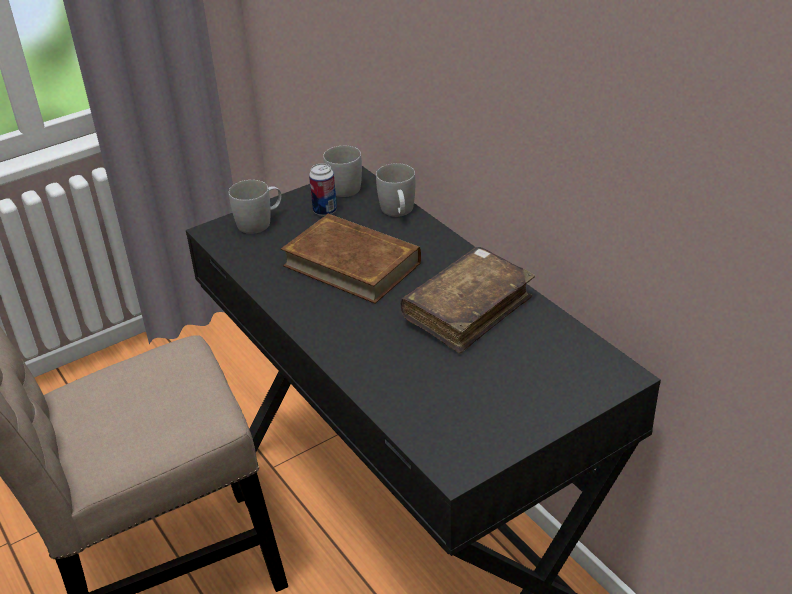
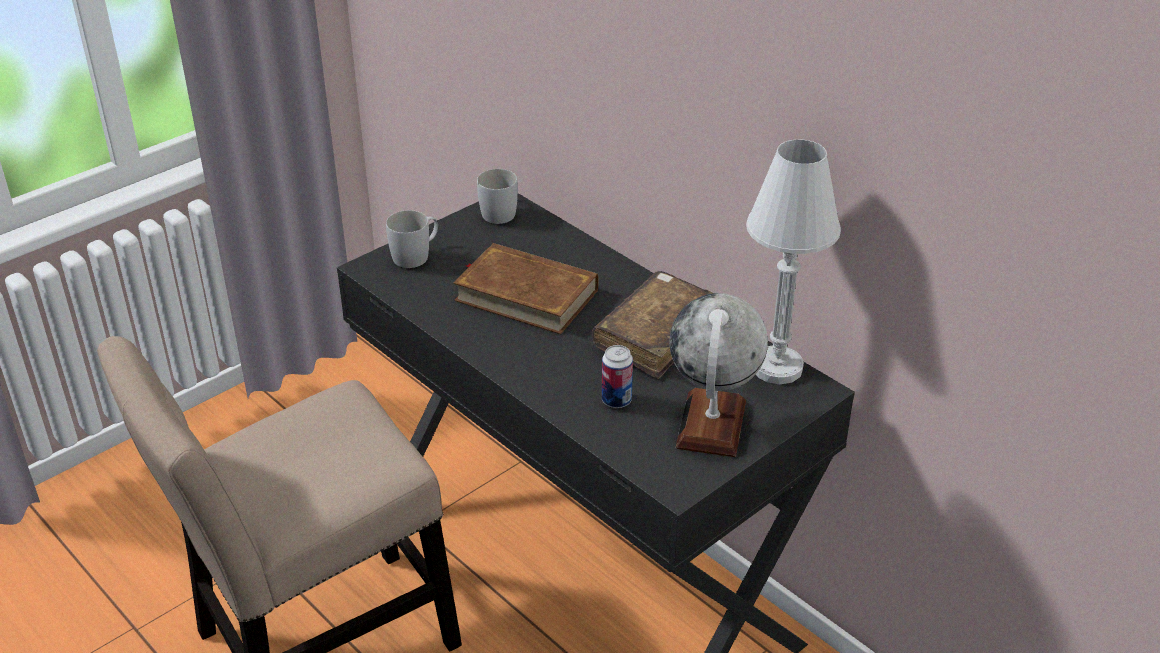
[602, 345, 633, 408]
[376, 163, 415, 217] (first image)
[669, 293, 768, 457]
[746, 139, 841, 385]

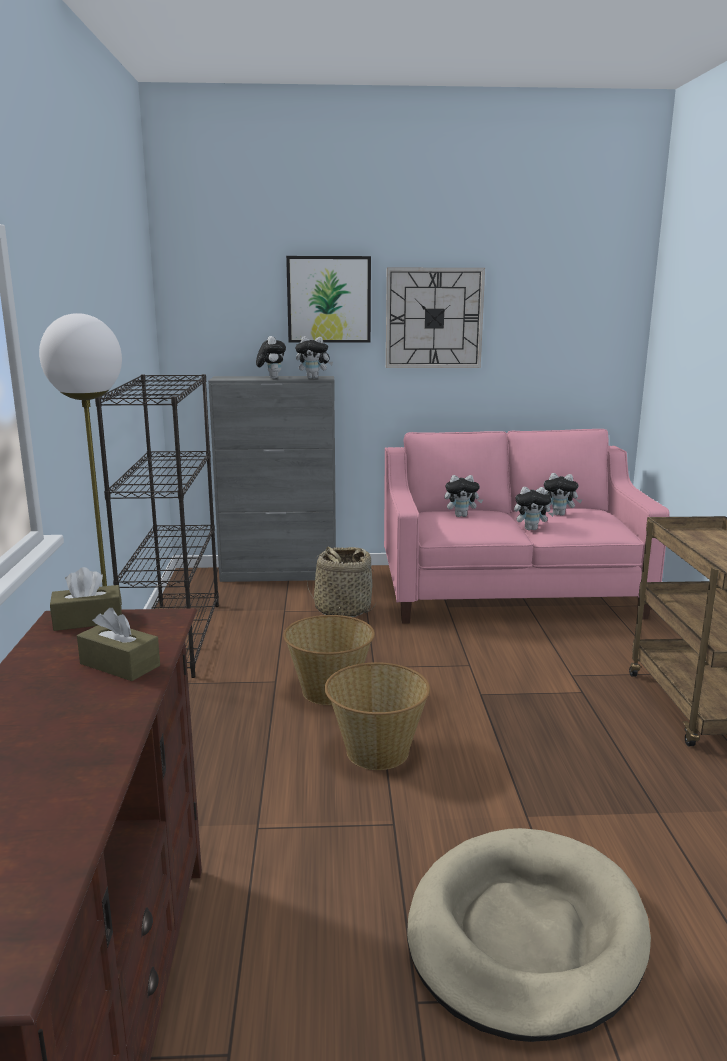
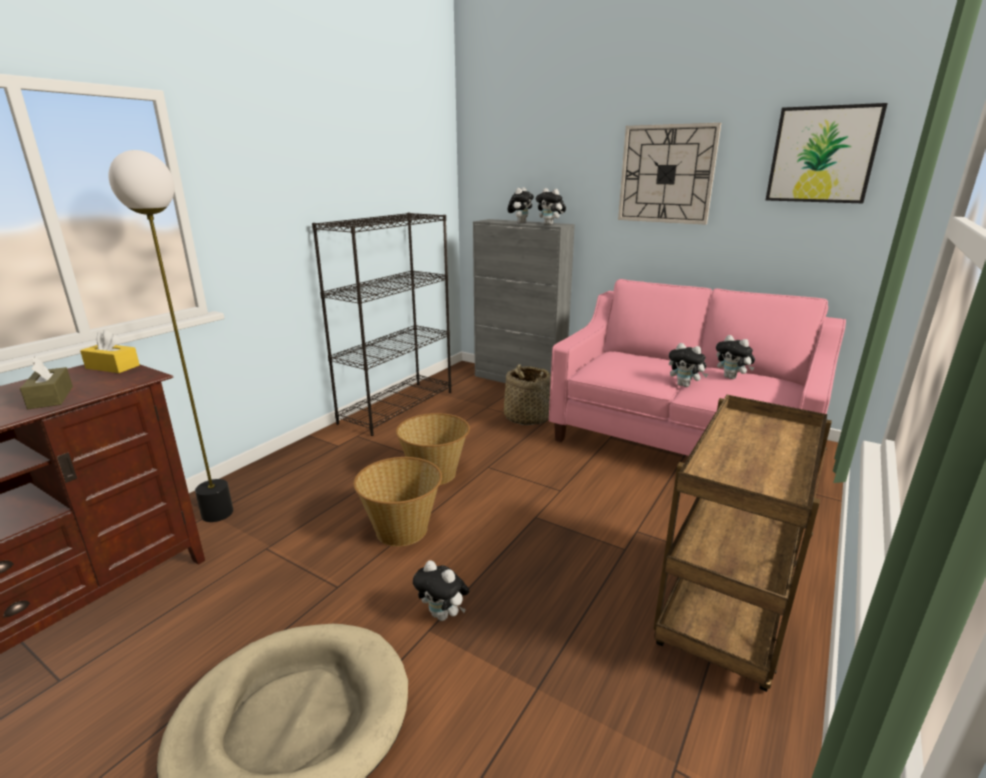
[80, 330, 140, 373]
[766, 103, 888, 203]
[413, 560, 469, 621]

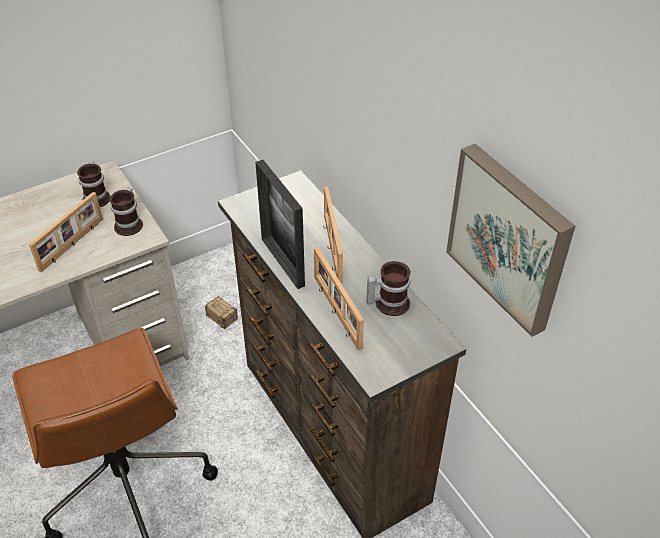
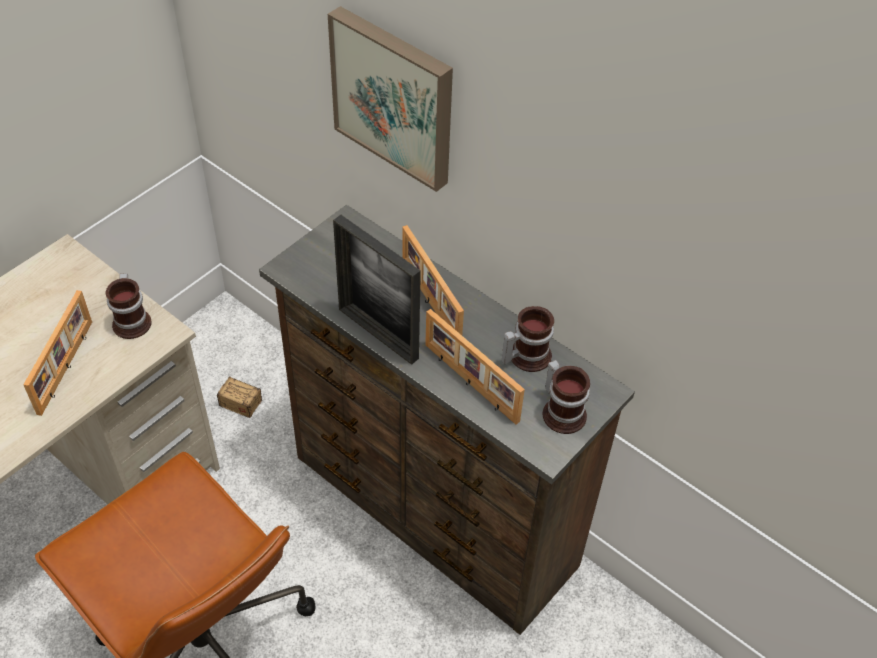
[542, 360, 590, 434]
[328, 6, 453, 192]

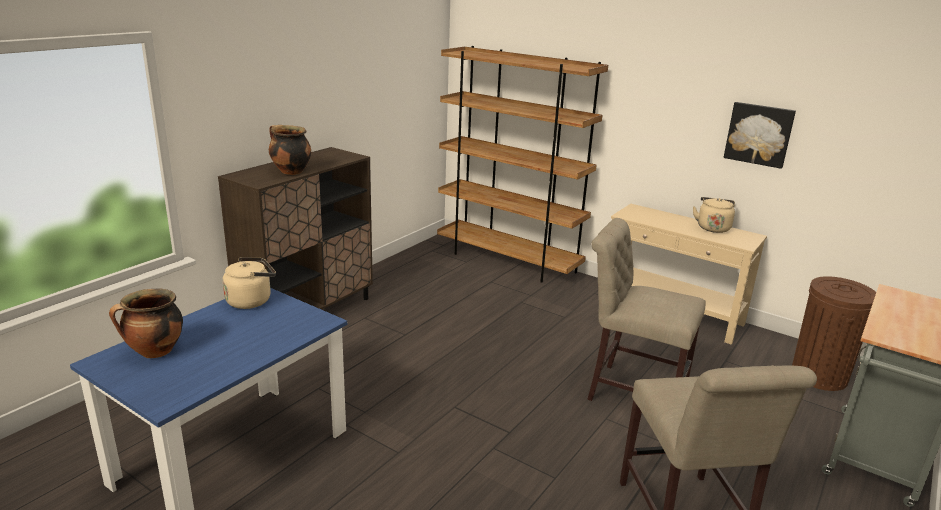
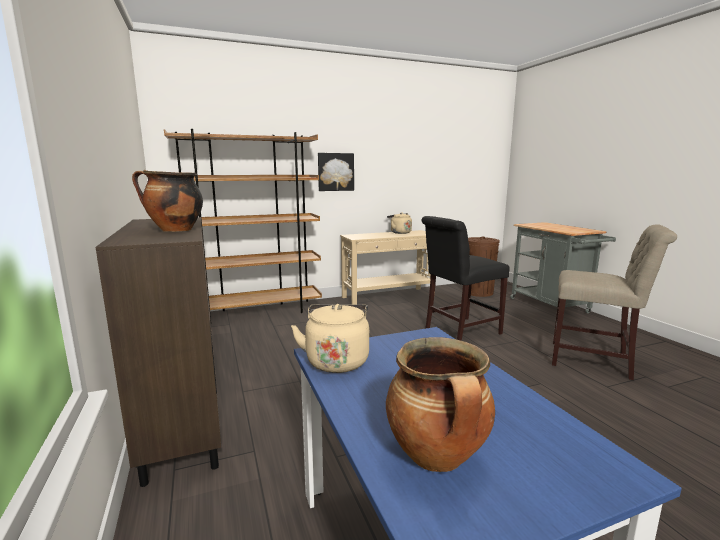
[421, 216, 510, 341]
[318, 153, 354, 191]

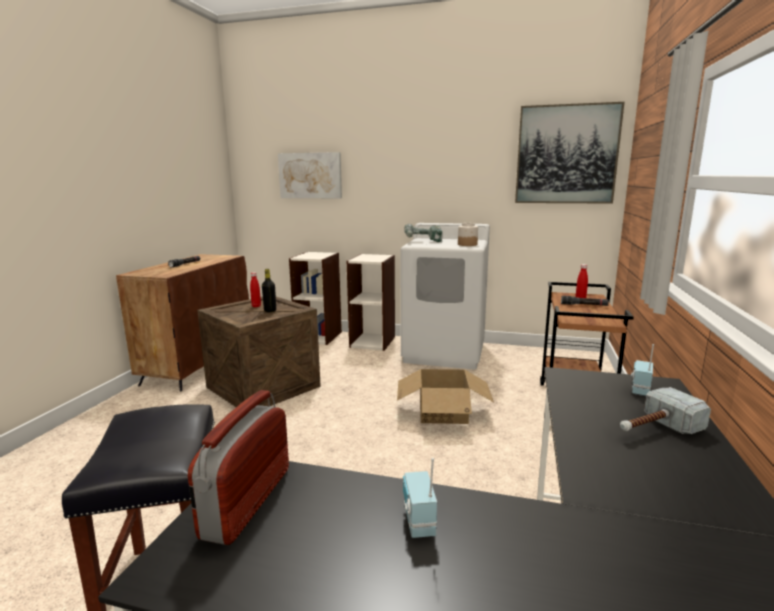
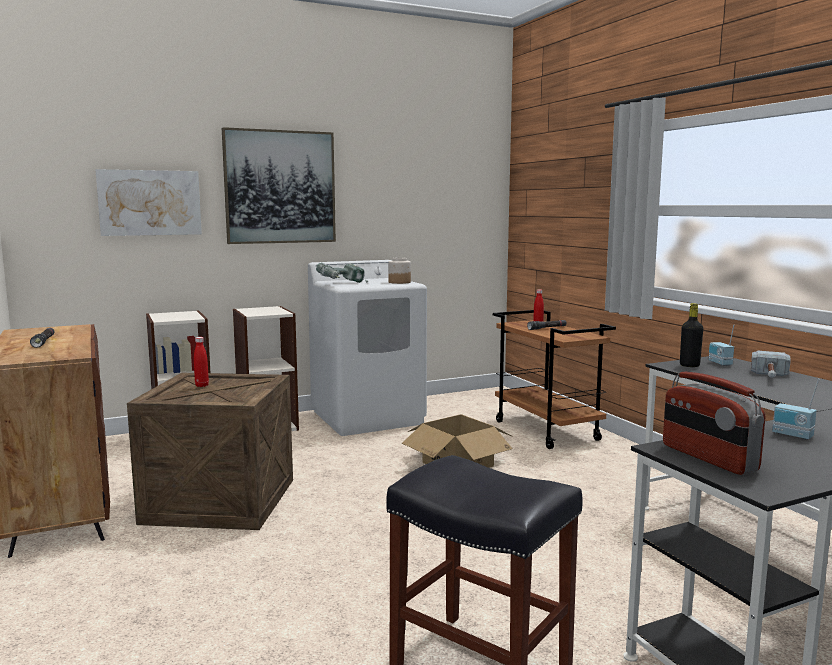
[680, 303, 703, 367]
[222, 127, 336, 244]

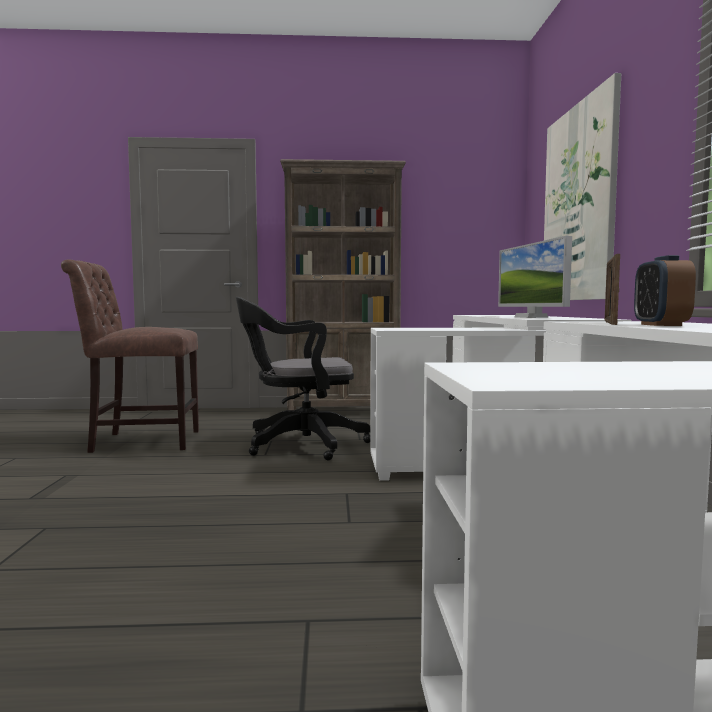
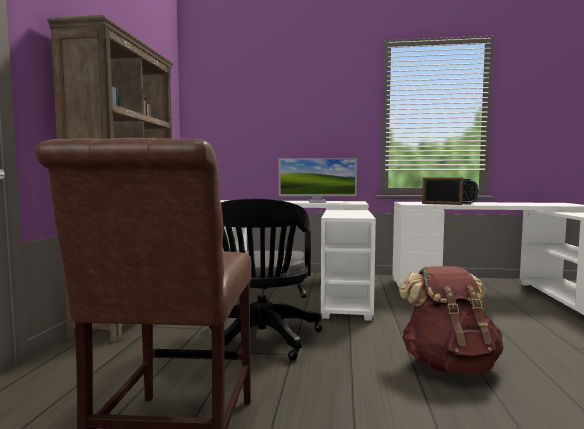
[544, 73, 621, 300] (first image)
[399, 266, 504, 374]

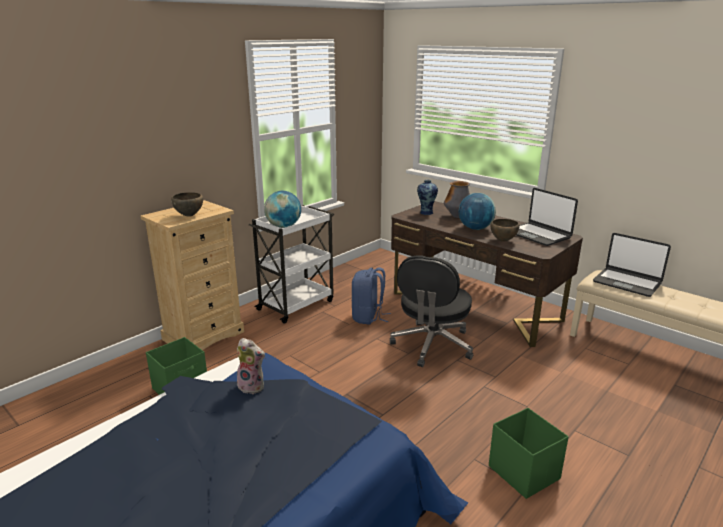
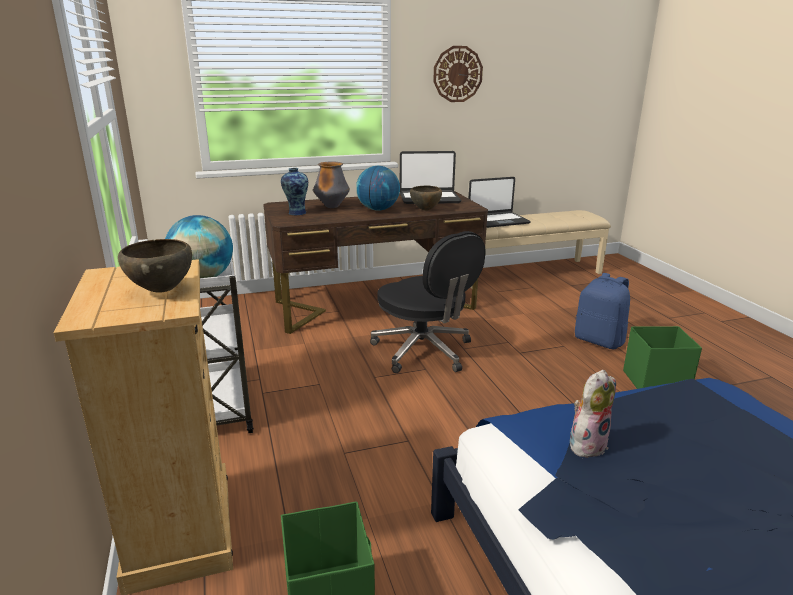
[575, 273, 630, 349]
[433, 46, 483, 102]

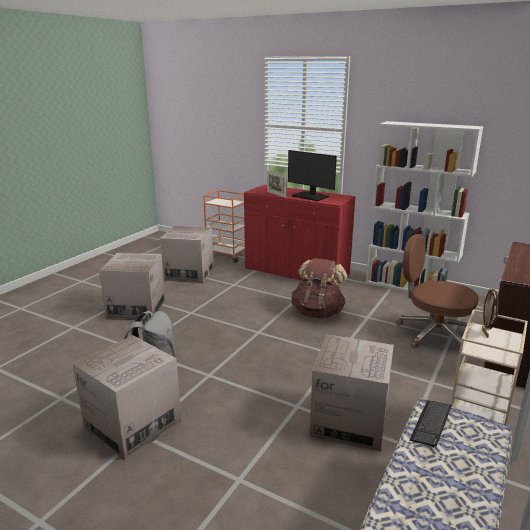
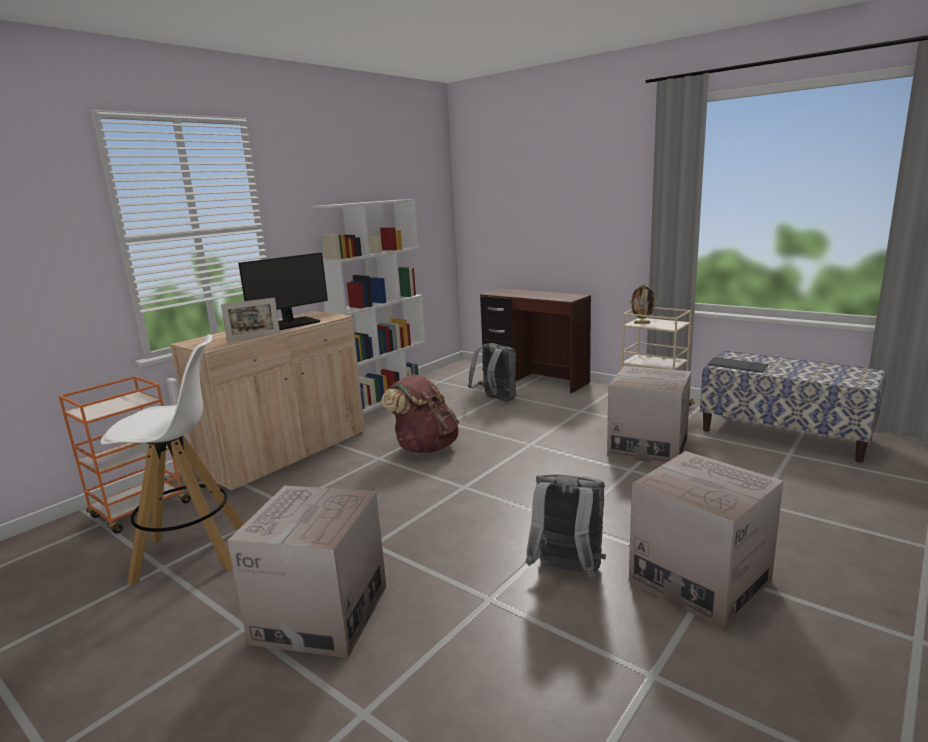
[100, 334, 244, 586]
[170, 311, 365, 493]
[468, 343, 516, 401]

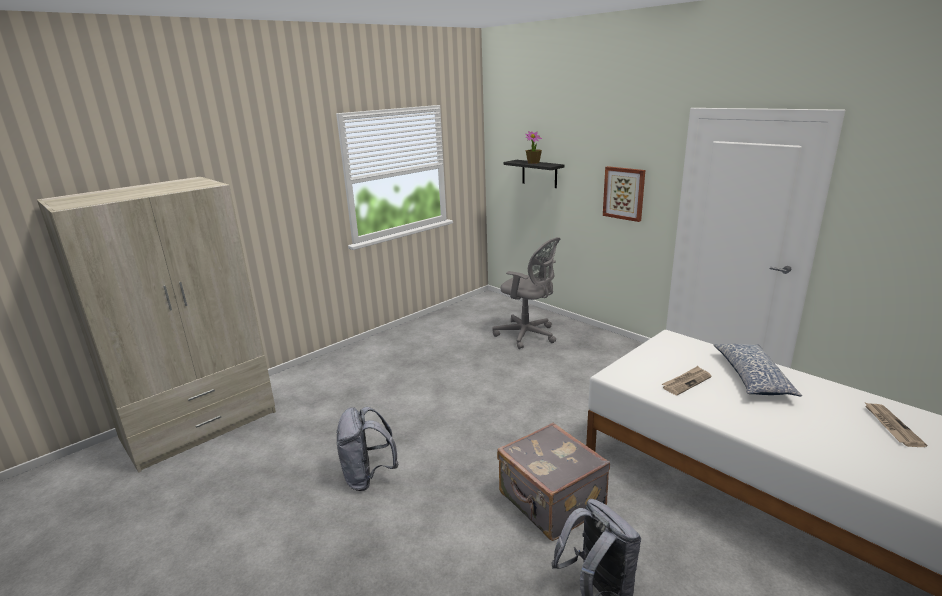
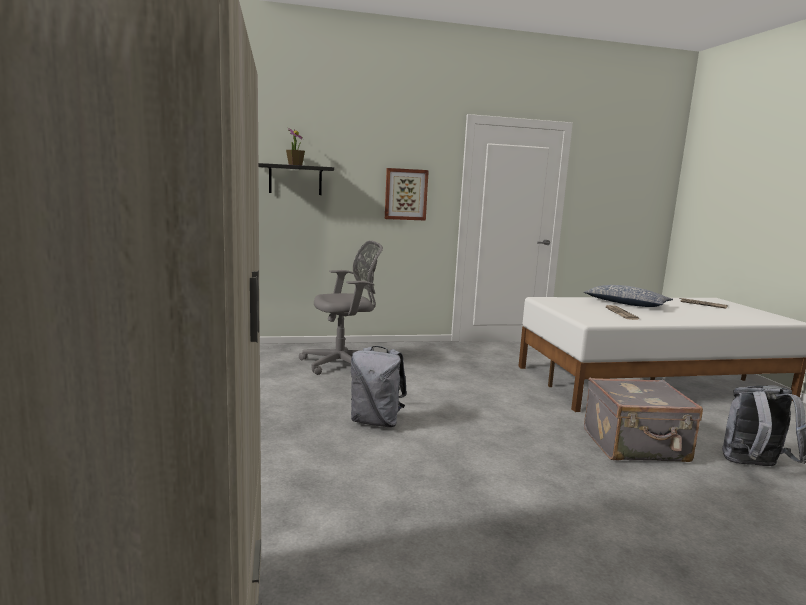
[351, 346, 407, 427]

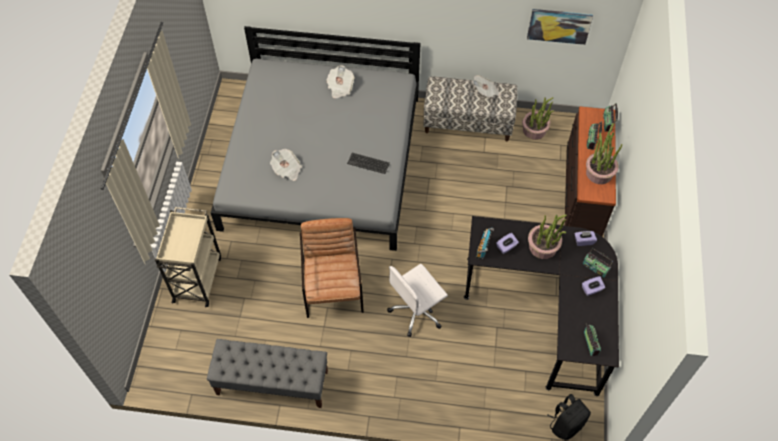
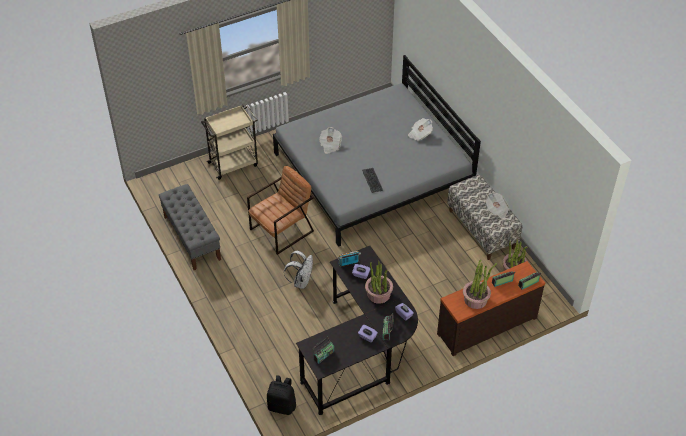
[284, 250, 313, 289]
[527, 9, 593, 45] (first image)

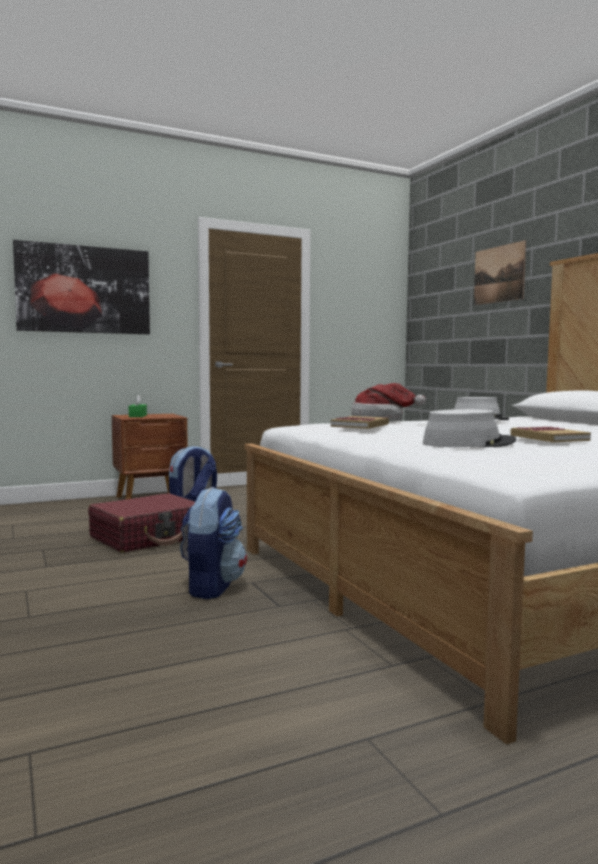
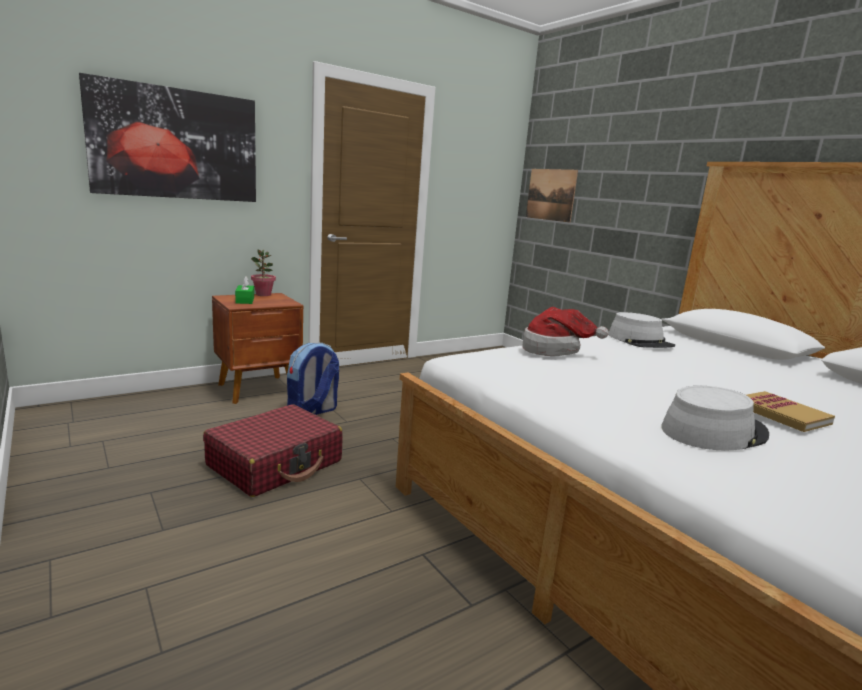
[180, 487, 247, 599] (first image)
[331, 416, 389, 429] (first image)
[526, 169, 578, 222]
[251, 250, 276, 296]

